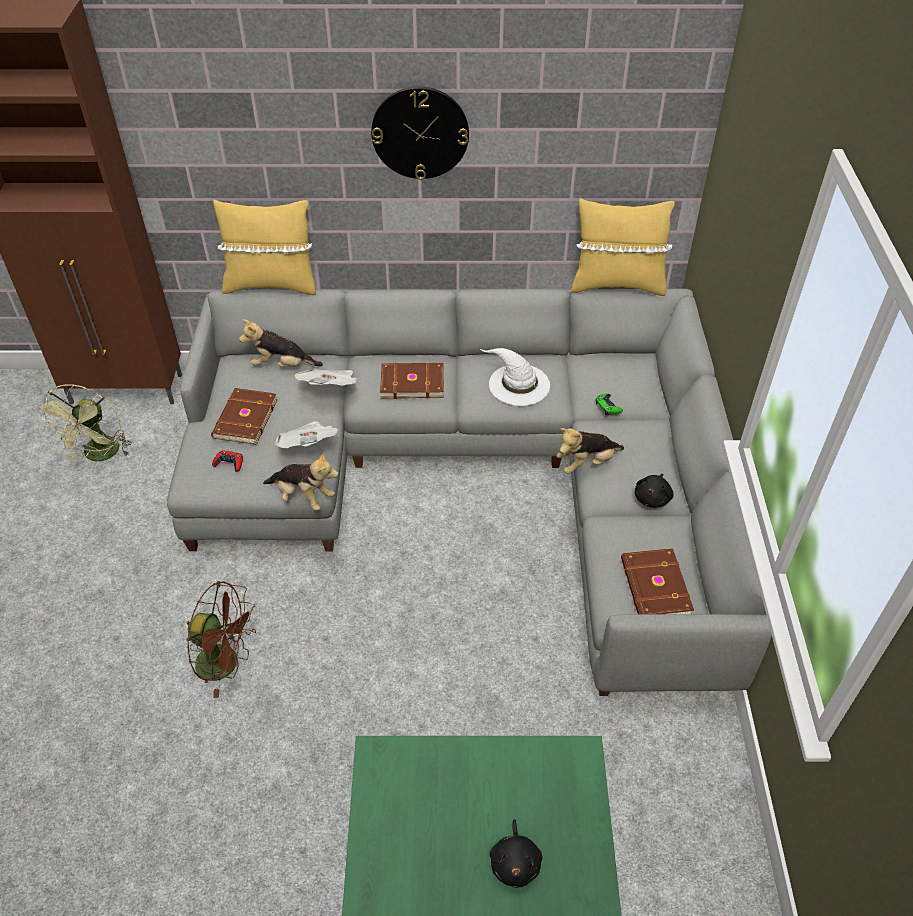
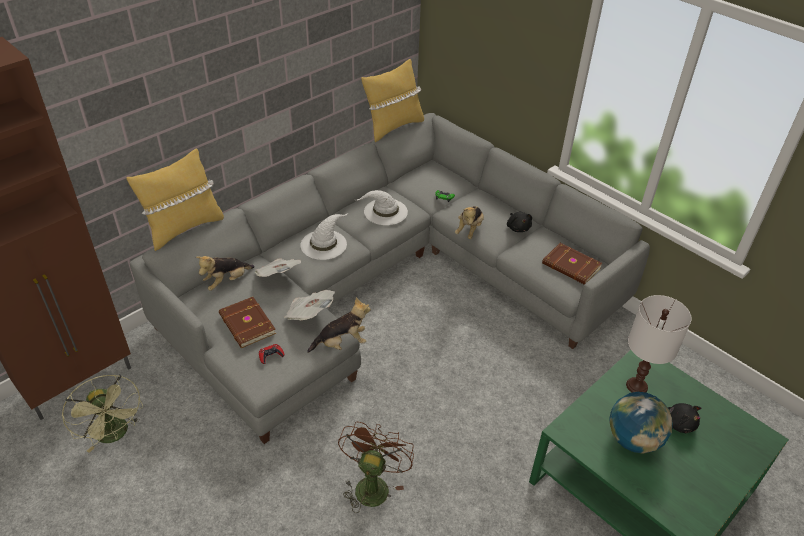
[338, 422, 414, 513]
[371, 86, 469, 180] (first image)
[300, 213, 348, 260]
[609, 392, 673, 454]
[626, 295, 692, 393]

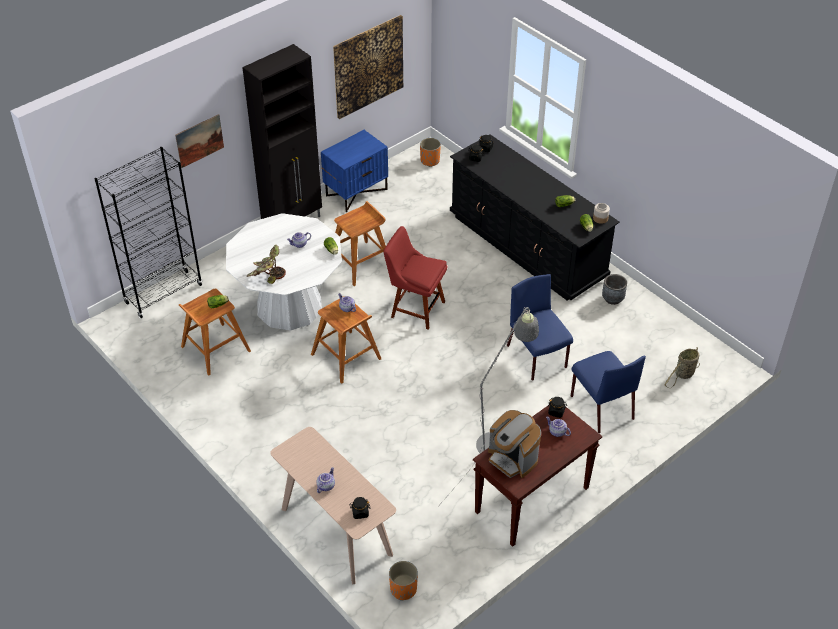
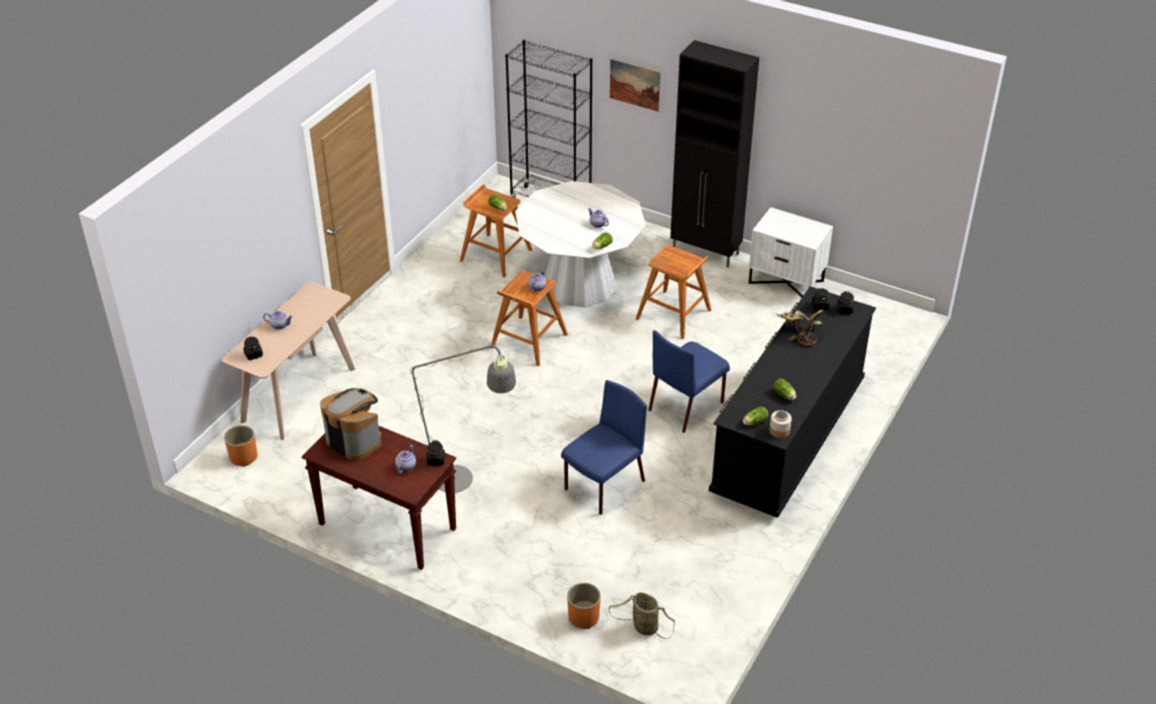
[776, 310, 825, 347]
[749, 207, 833, 297]
[333, 15, 403, 119] (first image)
[383, 226, 447, 330] (first image)
[567, 583, 601, 629]
[320, 388, 382, 460]
[648, 330, 730, 433]
[602, 274, 627, 305] (first image)

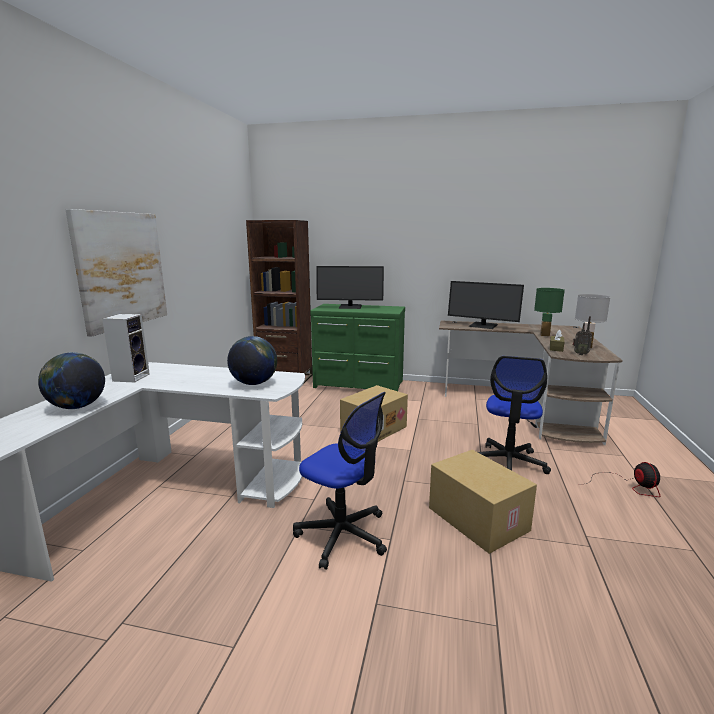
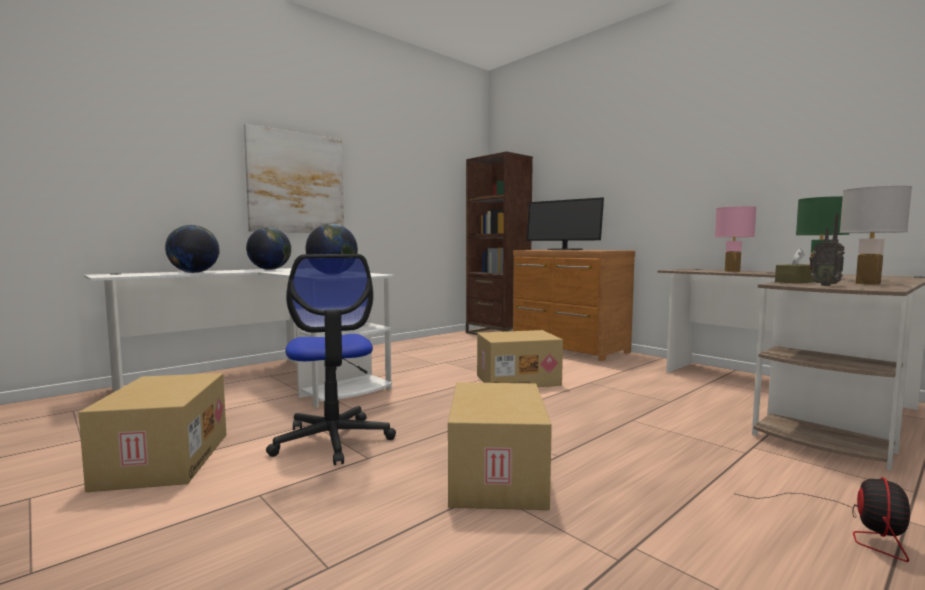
[246, 227, 291, 270]
[513, 250, 635, 361]
[715, 206, 757, 272]
[478, 356, 551, 474] (first image)
[78, 373, 226, 492]

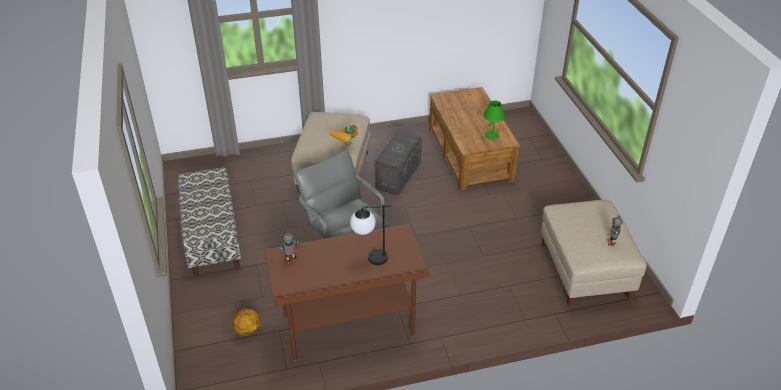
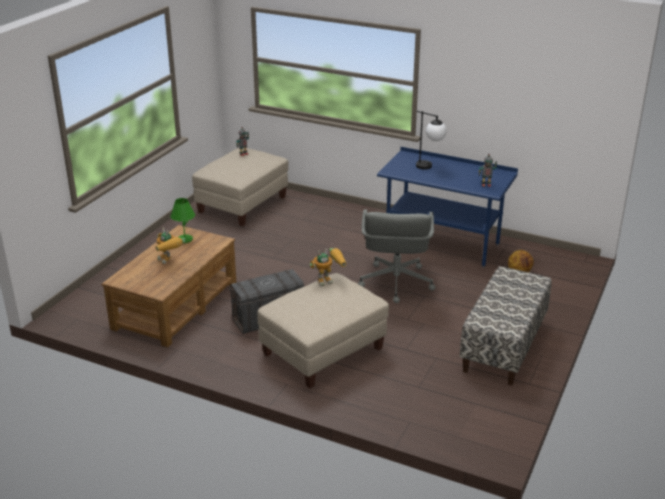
[377, 147, 518, 268]
[156, 227, 185, 264]

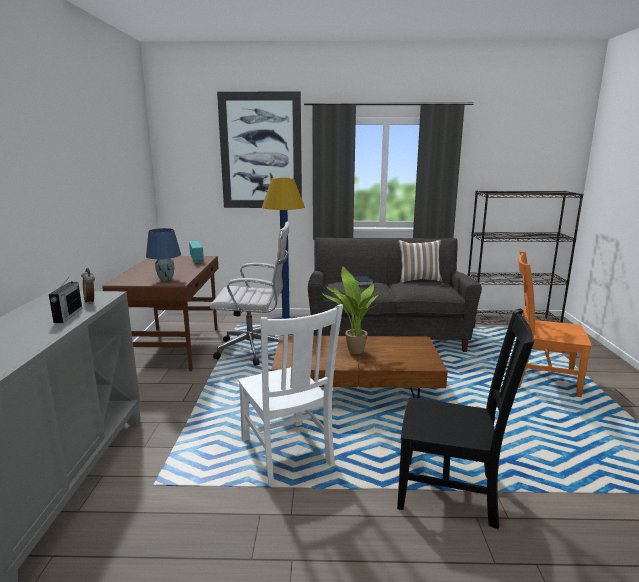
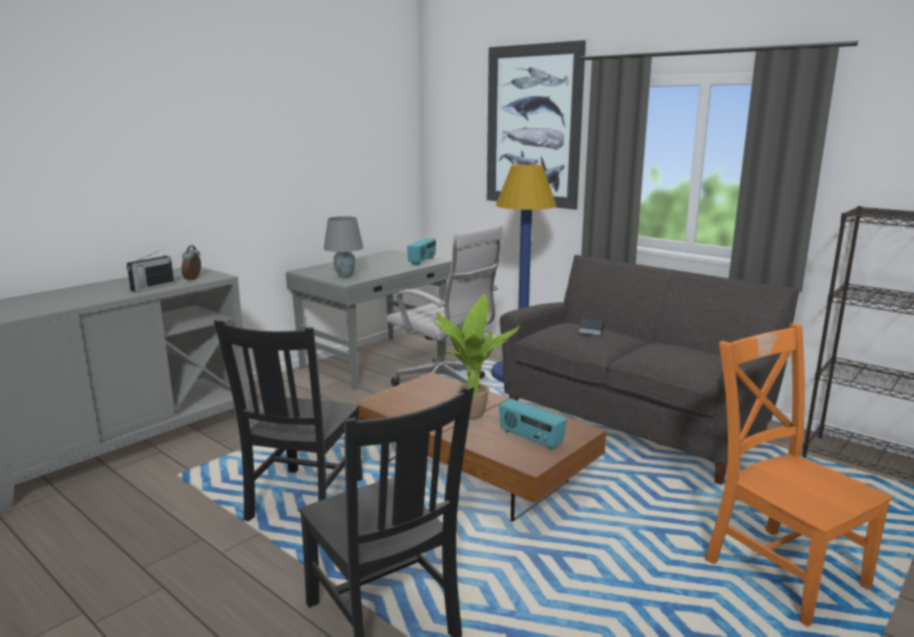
[286, 250, 452, 390]
[324, 216, 364, 278]
[214, 320, 363, 521]
[398, 240, 442, 282] (first image)
[499, 399, 567, 451]

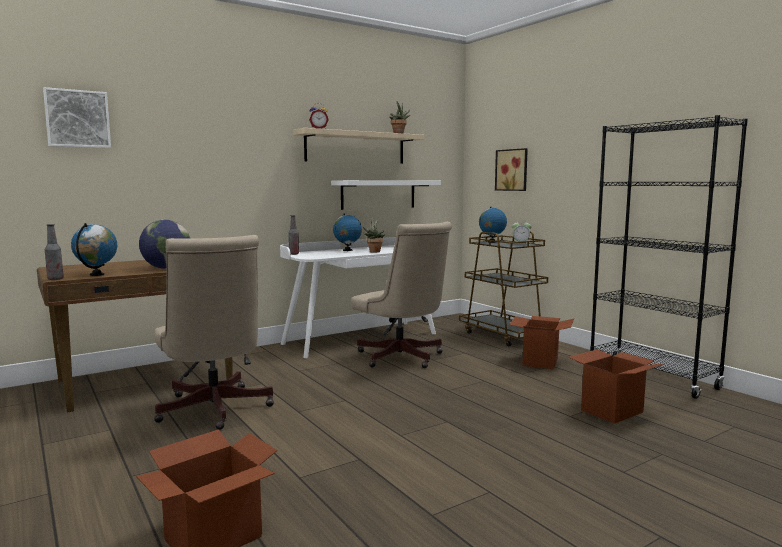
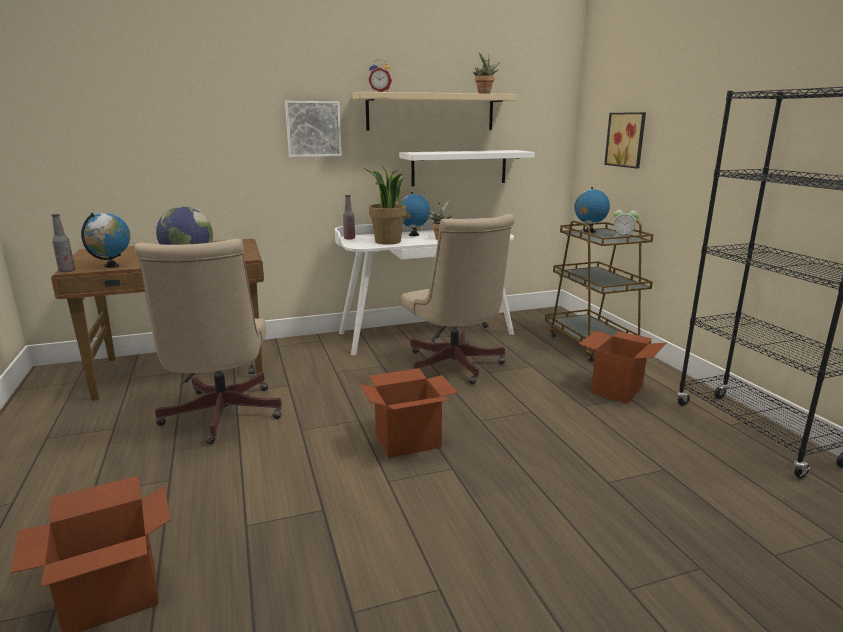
[285, 101, 342, 157]
[359, 368, 458, 458]
[364, 166, 406, 245]

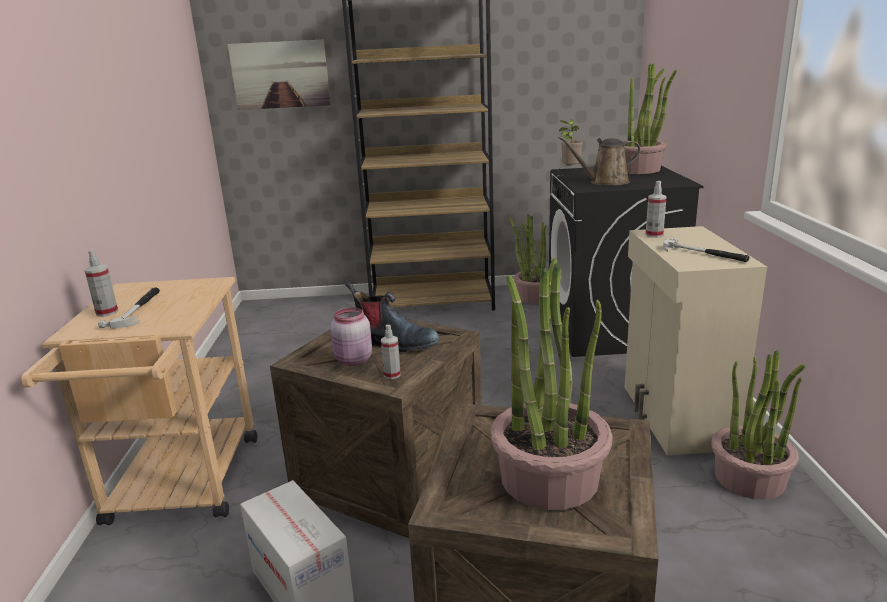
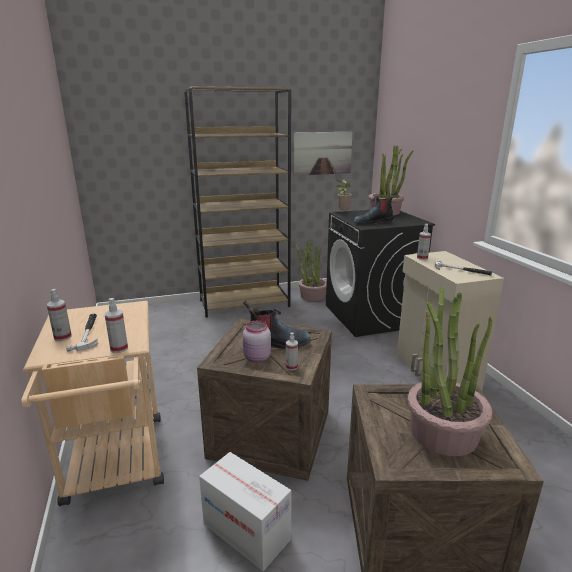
[294, 132, 352, 176]
[354, 192, 397, 224]
[711, 350, 806, 500] (first image)
[105, 298, 128, 353]

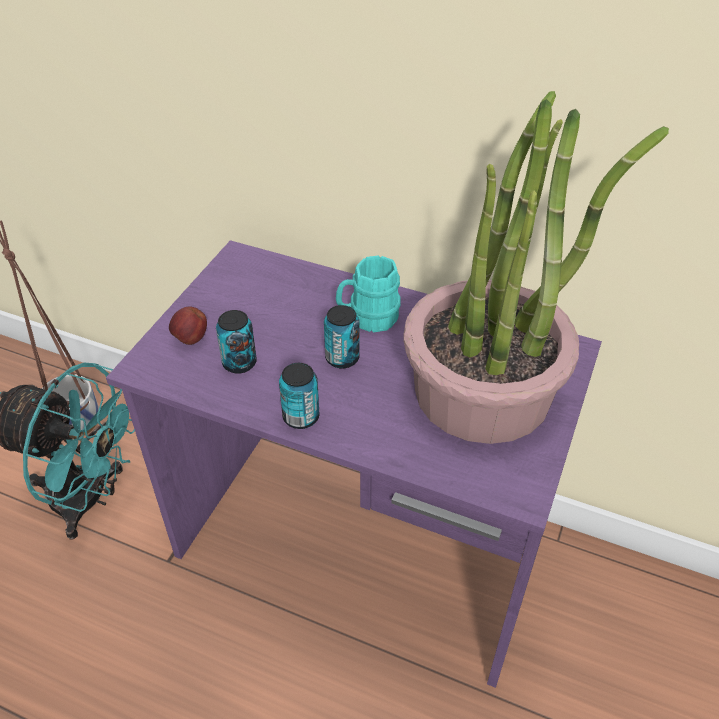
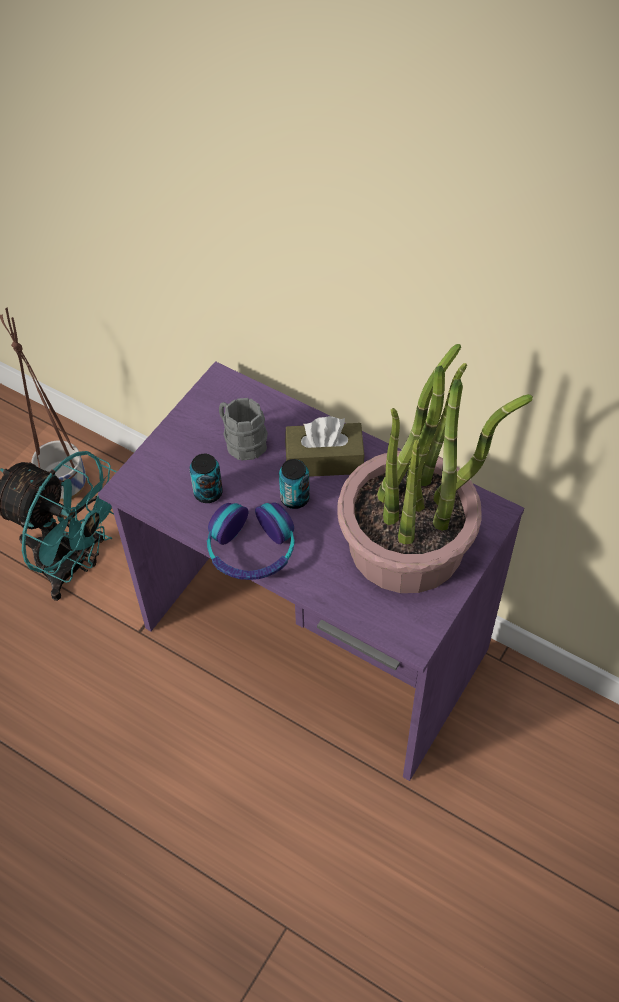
[169, 306, 207, 345] (first image)
[207, 503, 295, 580]
[285, 416, 365, 477]
[219, 398, 268, 460]

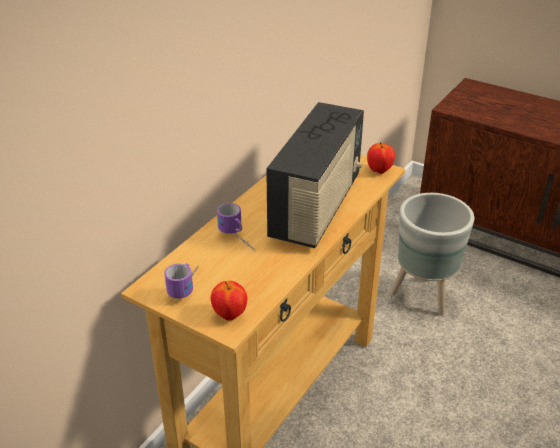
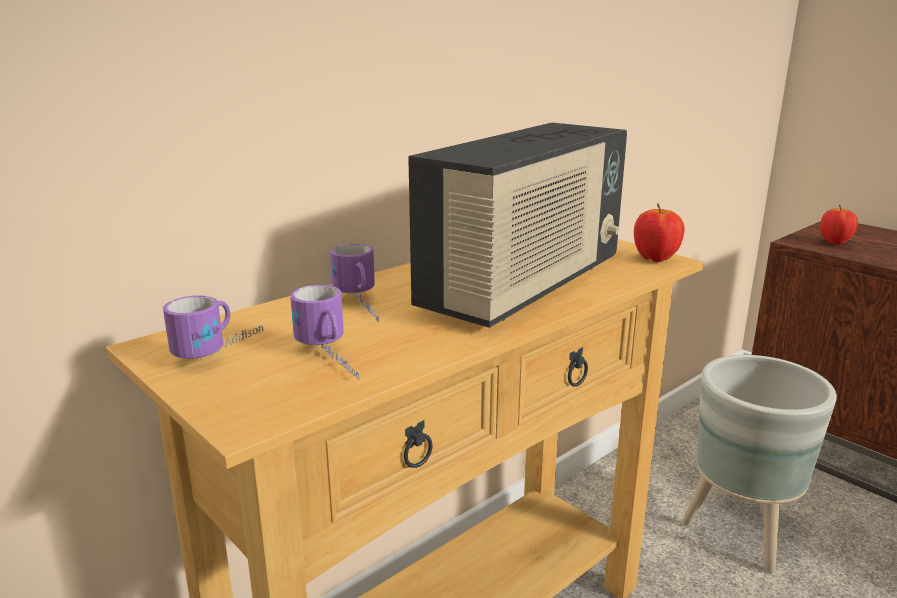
[820, 205, 858, 245]
[290, 285, 360, 381]

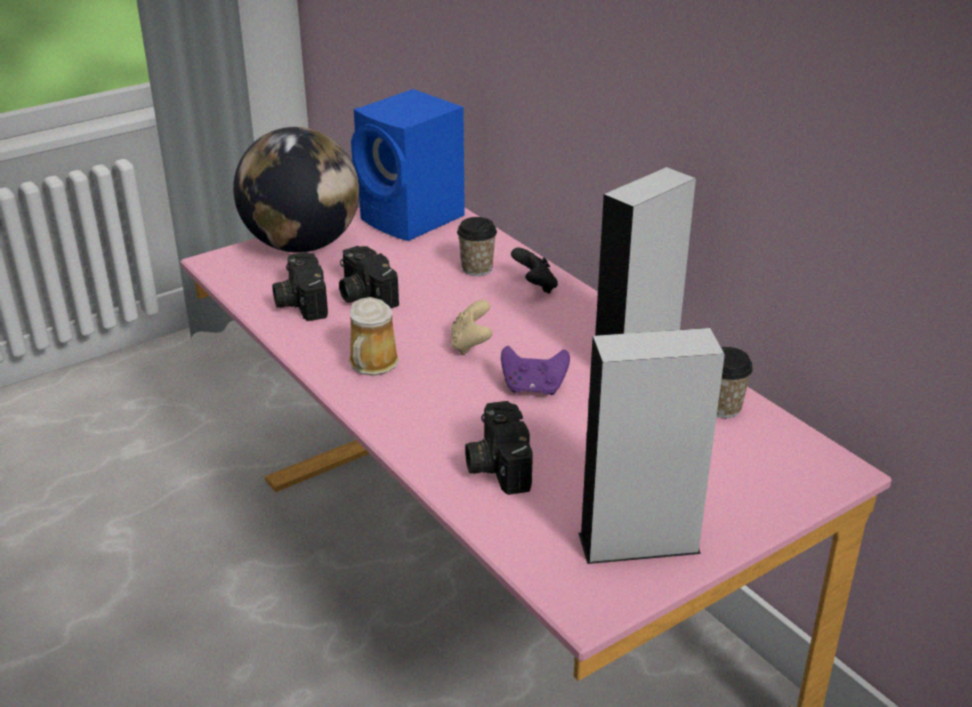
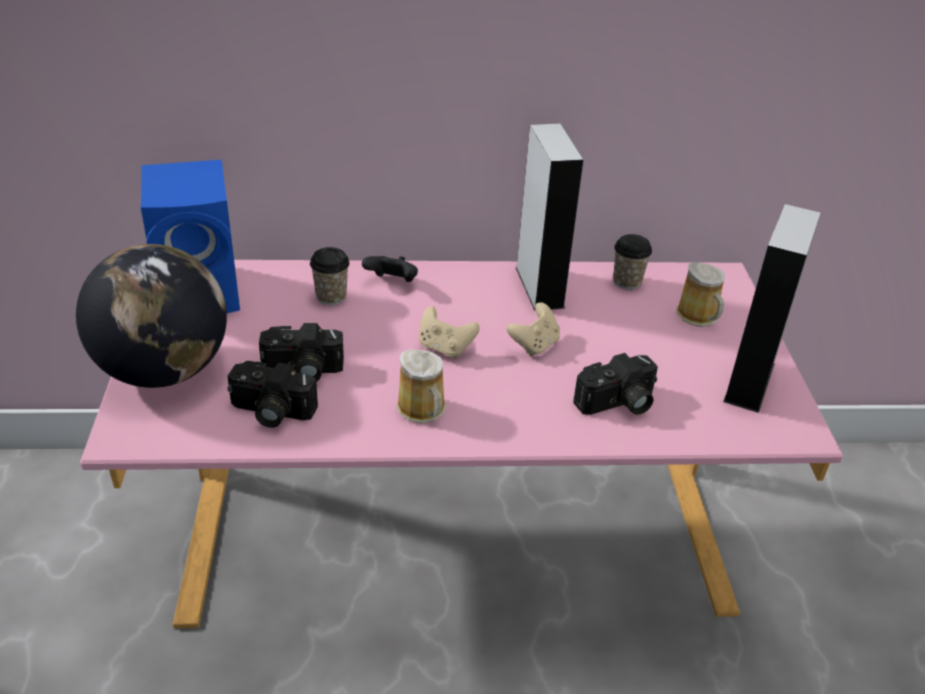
[573, 353, 658, 415]
[506, 302, 560, 357]
[676, 262, 725, 327]

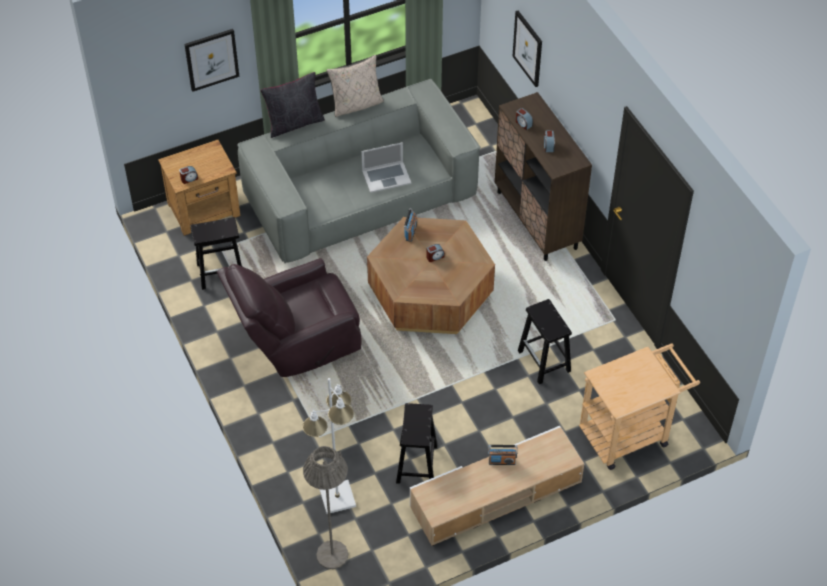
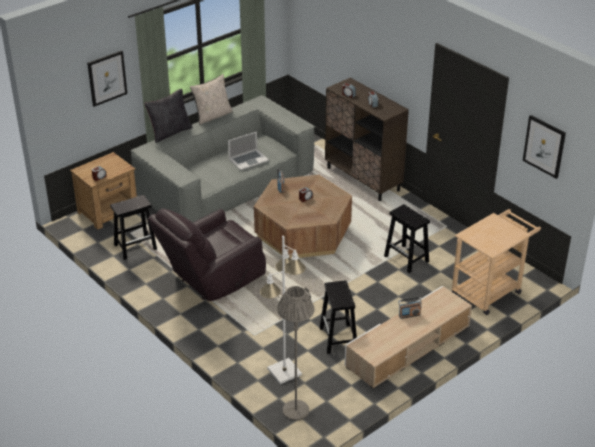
[523, 115, 566, 179]

